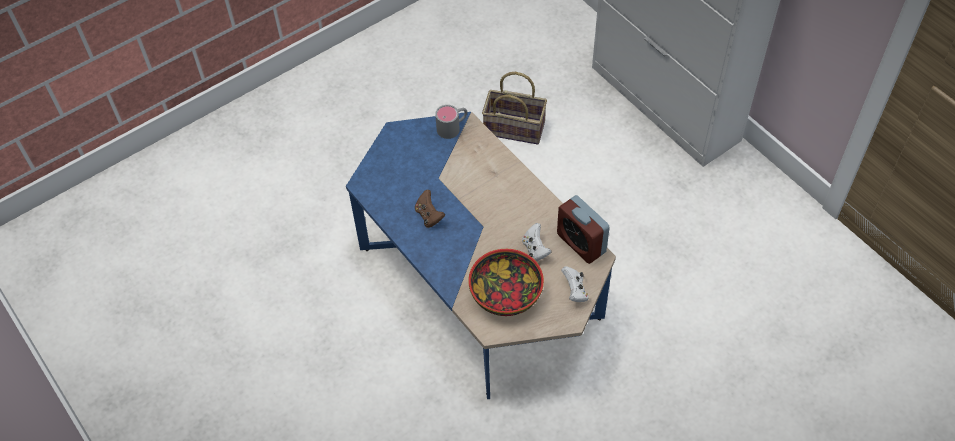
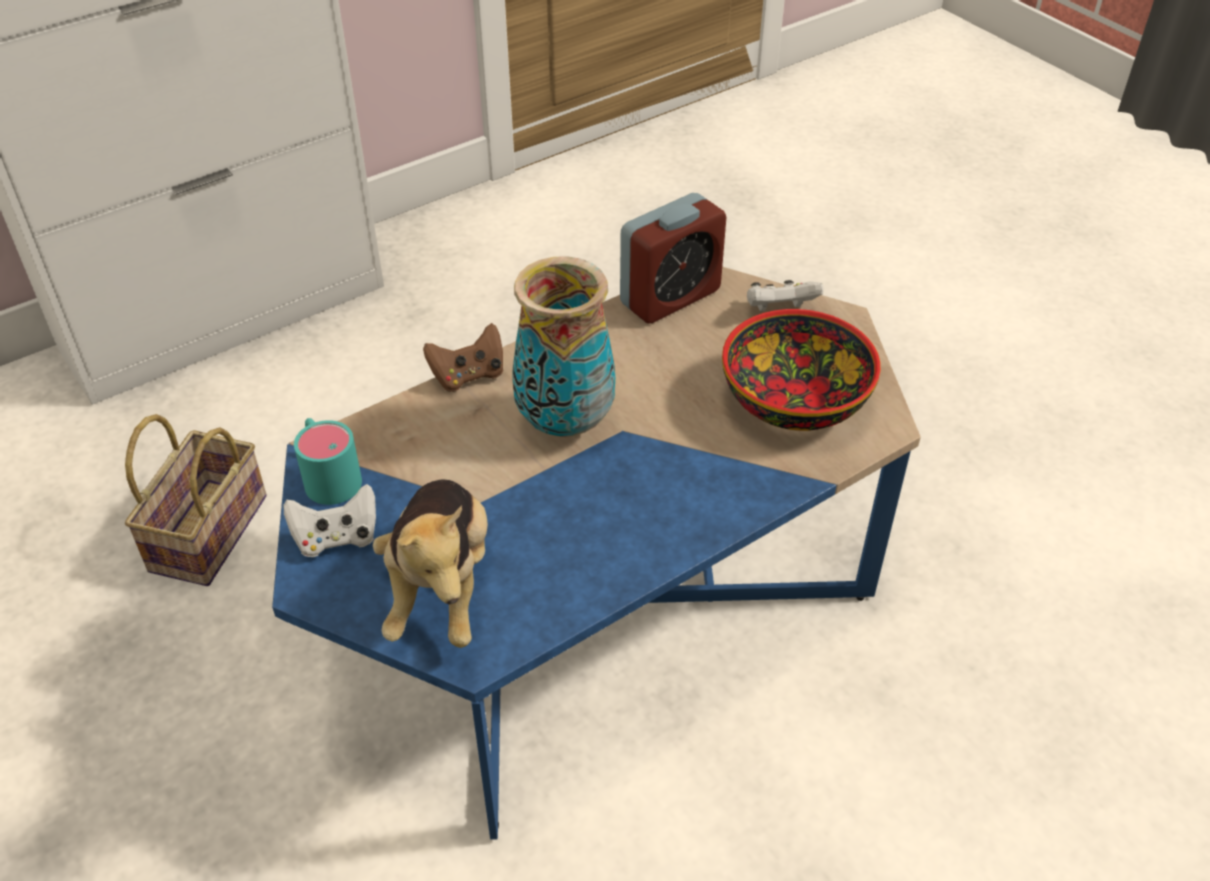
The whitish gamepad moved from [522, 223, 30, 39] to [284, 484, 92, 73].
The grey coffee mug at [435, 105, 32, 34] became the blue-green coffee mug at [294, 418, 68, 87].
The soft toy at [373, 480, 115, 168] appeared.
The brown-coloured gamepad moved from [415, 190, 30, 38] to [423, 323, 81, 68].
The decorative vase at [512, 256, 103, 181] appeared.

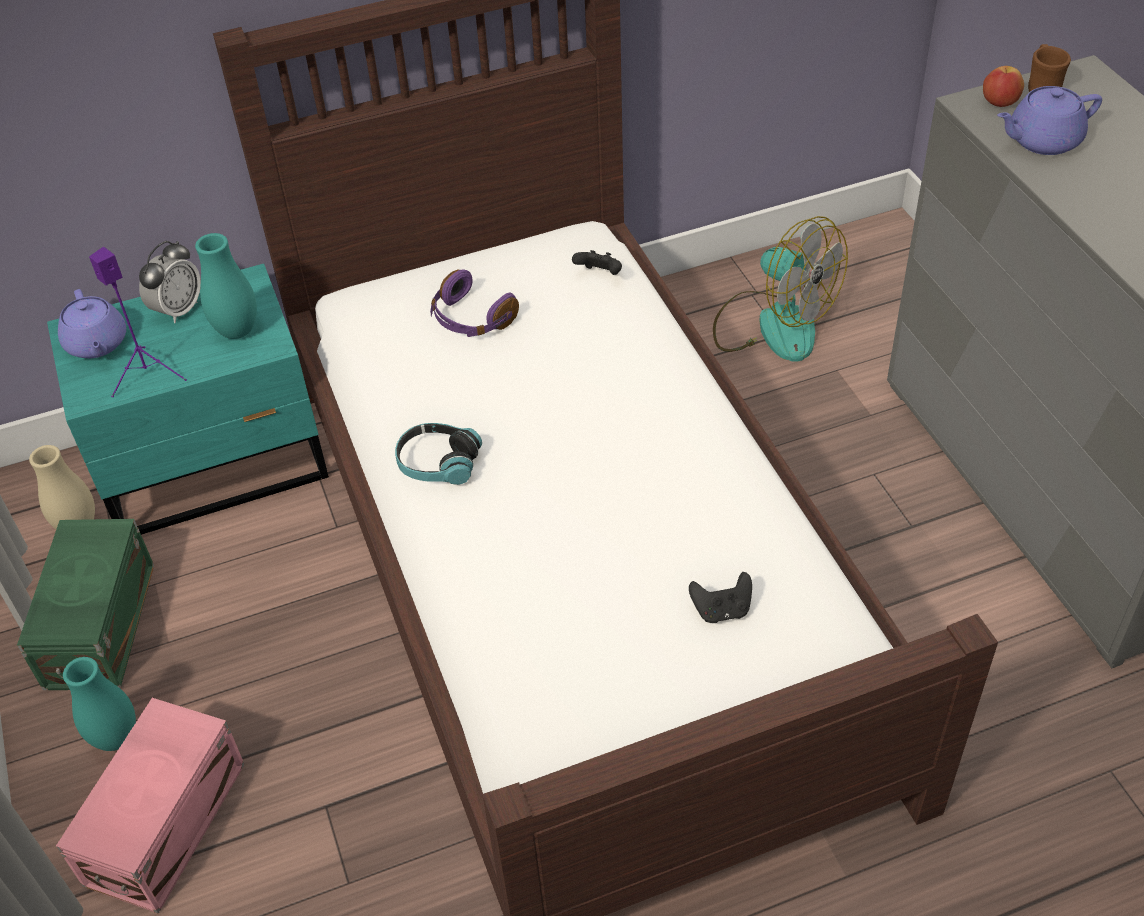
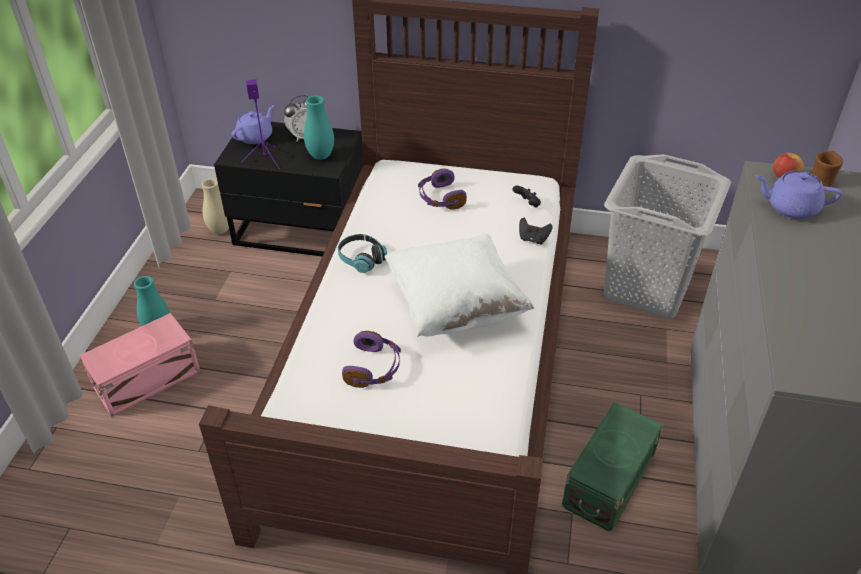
The blue-green bedside table at [47, 264, 282, 271] became the black bedside table at [214, 122, 150, 134].
The purplish teapot at [58, 289, 68, 69] turned 150 degrees counterclockwise.
The purplish headset at [342, 331, 59, 57] appeared.
The whitish throw pillow at [384, 234, 150, 103] appeared.
The black gamepad moved from [689, 572, 63, 51] to [519, 218, 34, 27].
The greenish storage bin moved from [17, 519, 137, 171] to [562, 402, 101, 131].
The fan at [713, 216, 135, 146] was replaced by the grey laundry basket at [604, 154, 127, 164].

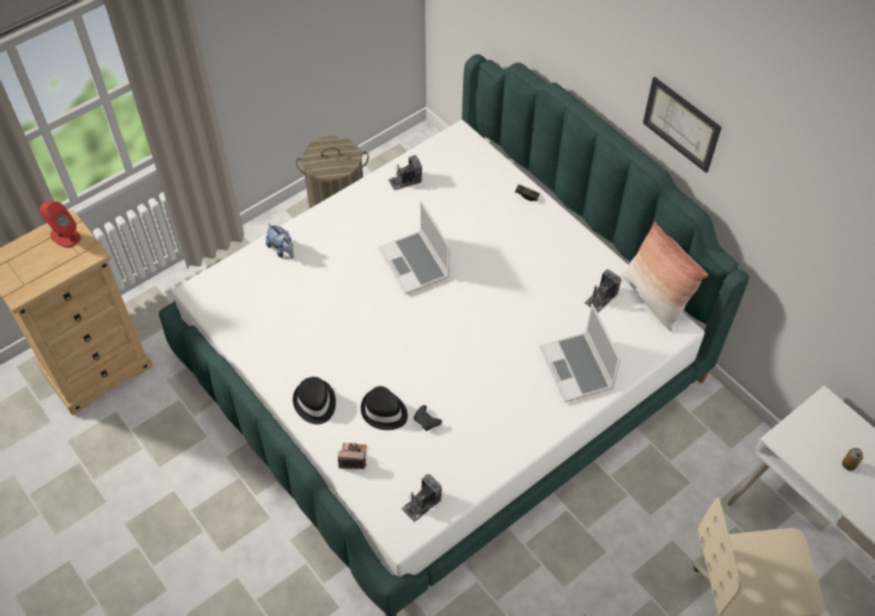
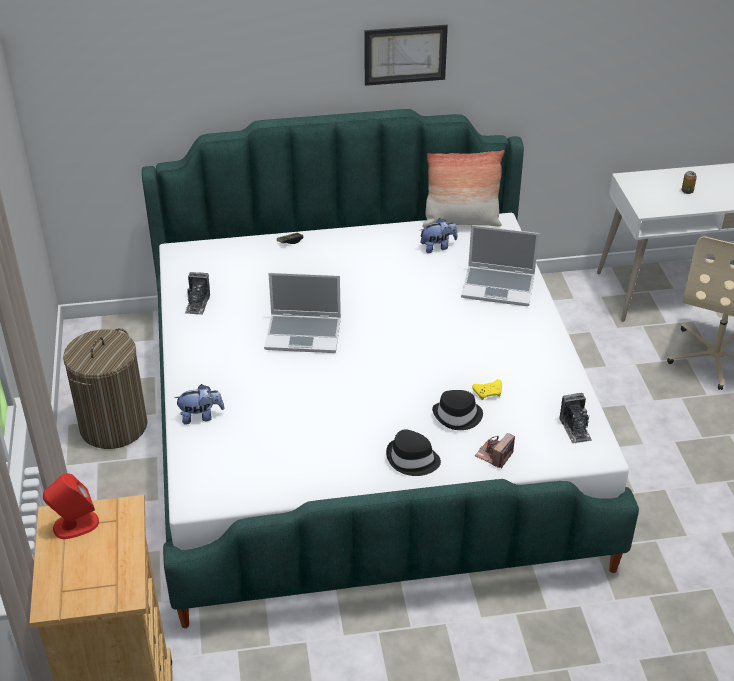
The still camera at [584, 269, 38, 43] was replaced by the soft toy at [420, 218, 37, 35].
The black gamepad at [414, 405, 28, 26] became the yellow-coloured gamepad at [472, 379, 30, 21].

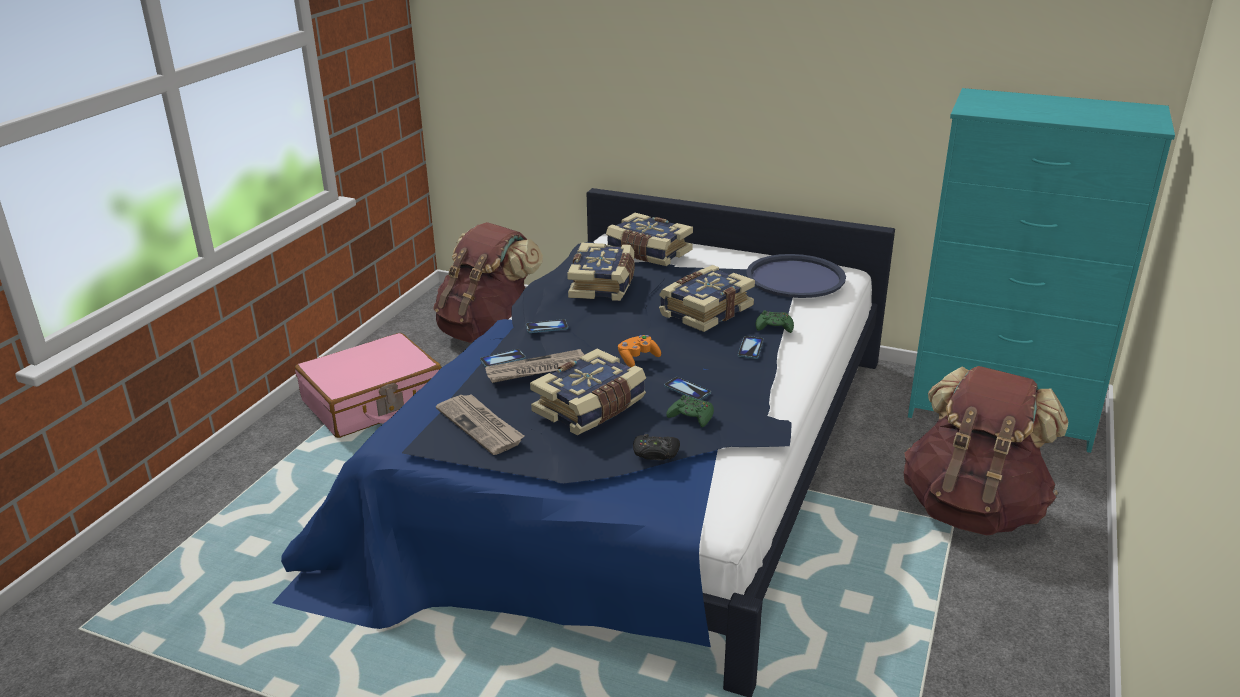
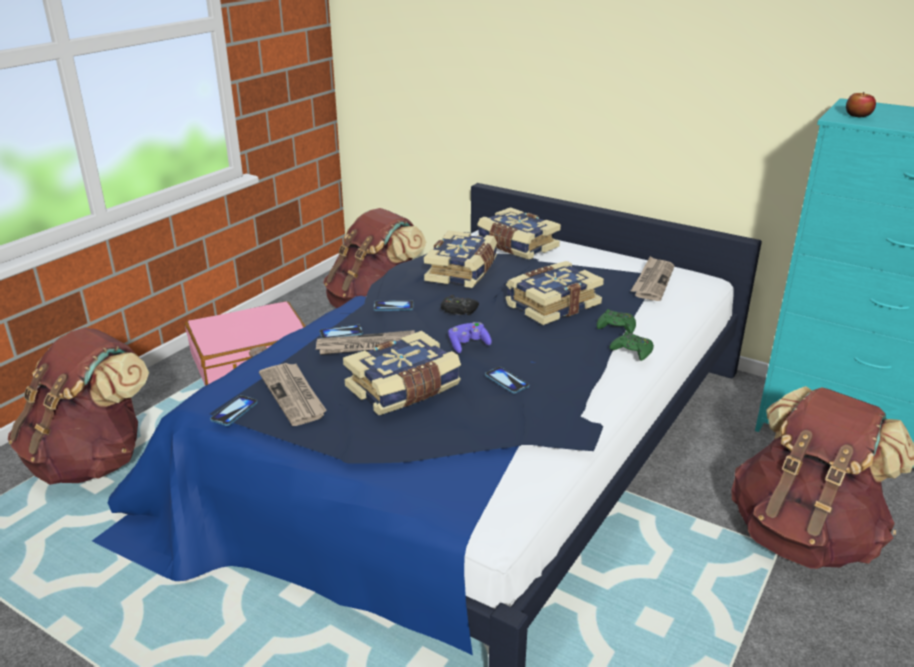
The brown-coloured rucksack at [8, 327, 141, 158] appeared.
The phone moved from [738, 336, 26, 23] to [210, 395, 48, 31].
The black gamepad moved from [633, 434, 47, 26] to [441, 295, 38, 20].
The orangey gamepad at [618, 335, 43, 32] became the purplish gamepad at [448, 322, 44, 31].
The greenish gamepad moved from [666, 395, 48, 32] to [610, 331, 44, 30].
The blue-coloured serving tray at [746, 254, 100, 44] was replaced by the printed paper at [631, 256, 43, 45].
The apple at [846, 92, 30, 25] appeared.

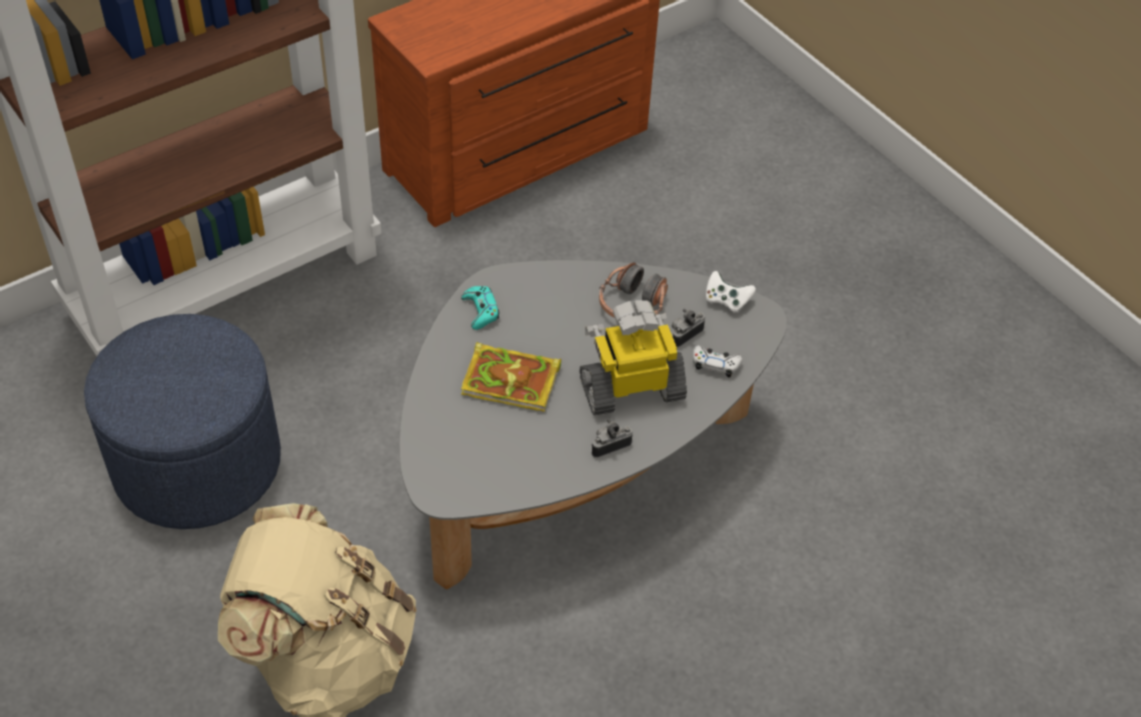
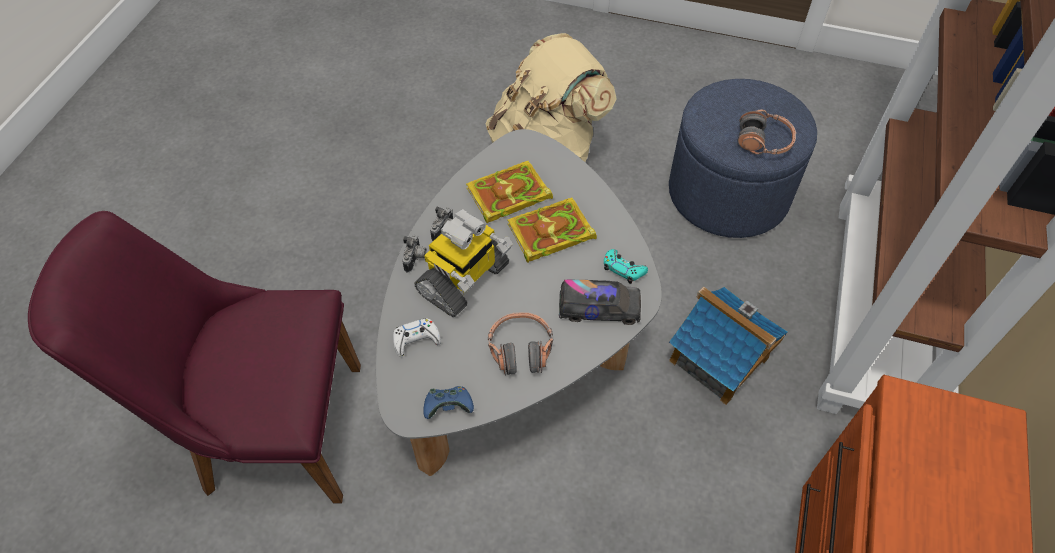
The purplish upright chair at [28, 211, 333, 292] appeared.
The still camera moved from [672, 309, 33, 39] to [402, 235, 25, 37].
The whitish gamepad at [706, 271, 50, 42] became the blue-coloured gamepad at [423, 386, 51, 33].
The book at [466, 161, 87, 62] appeared.
The model truck at [559, 280, 82, 45] appeared.
The model house at [669, 287, 119, 118] appeared.
The headset at [738, 109, 58, 46] appeared.

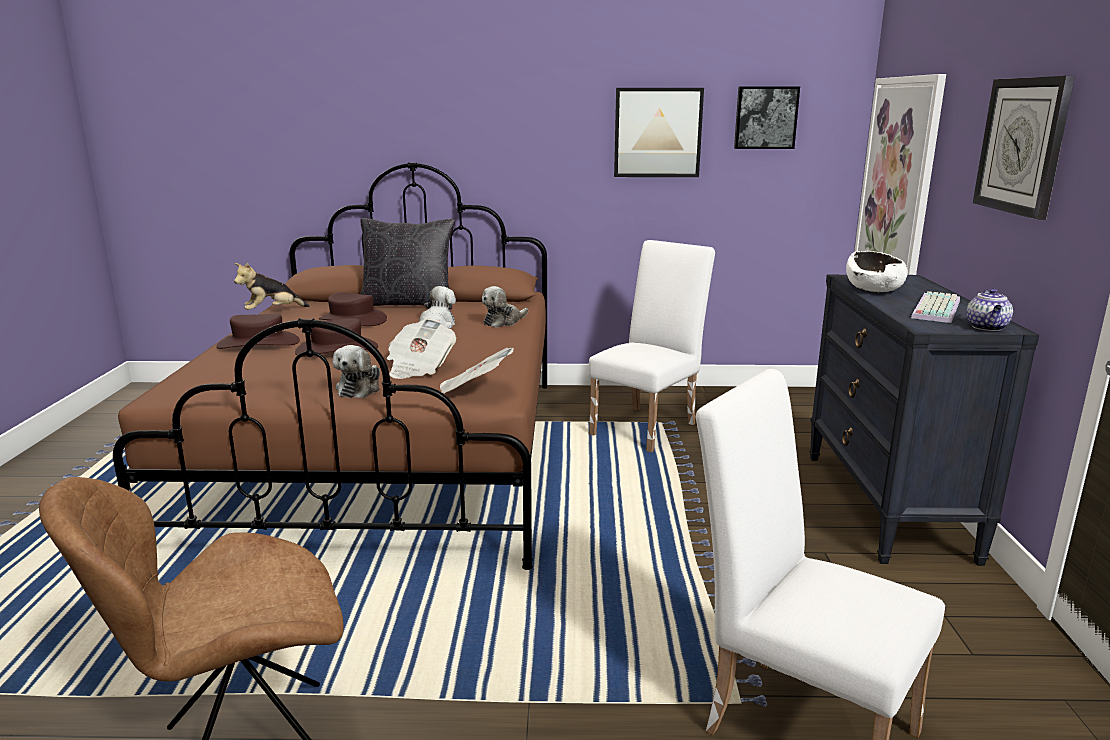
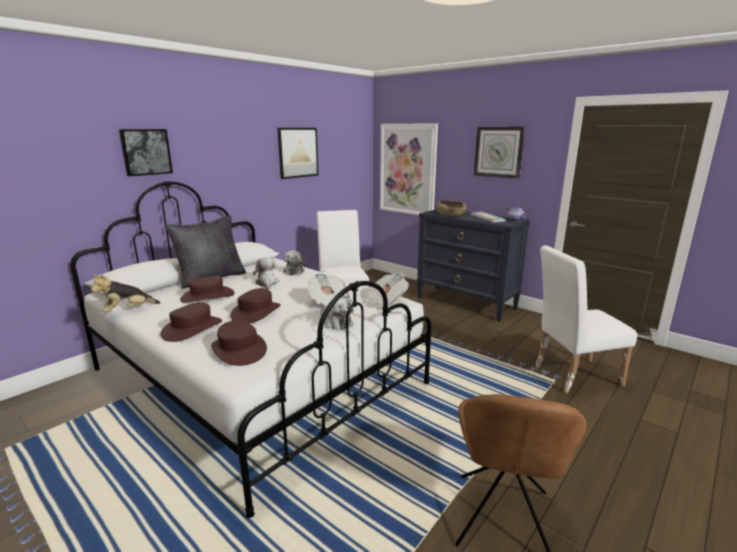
The brown-coloured bedroom bed at [113, 162, 434, 408] became the whitish bedroom bed at [70, 181, 362, 337].
The soft toy at [234, 263, 76, 47] turned 45 degrees clockwise.
The picture moved from [734, 86, 66, 63] to [119, 129, 54, 47].
The brown-coloured wearable hat at [211, 320, 56, 46] appeared.
The whitish bowl at [846, 251, 62, 41] became the brown-coloured bowl at [435, 200, 32, 16].

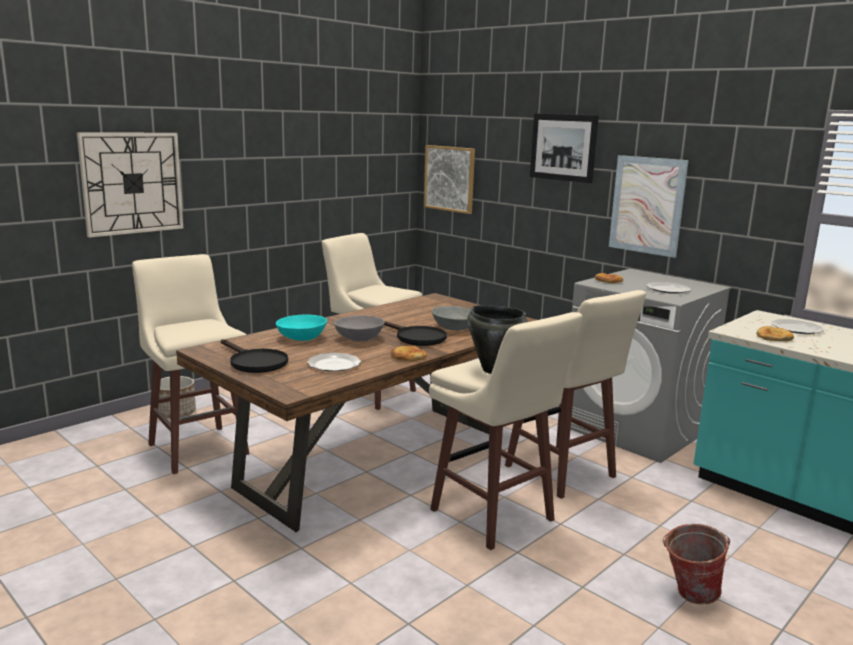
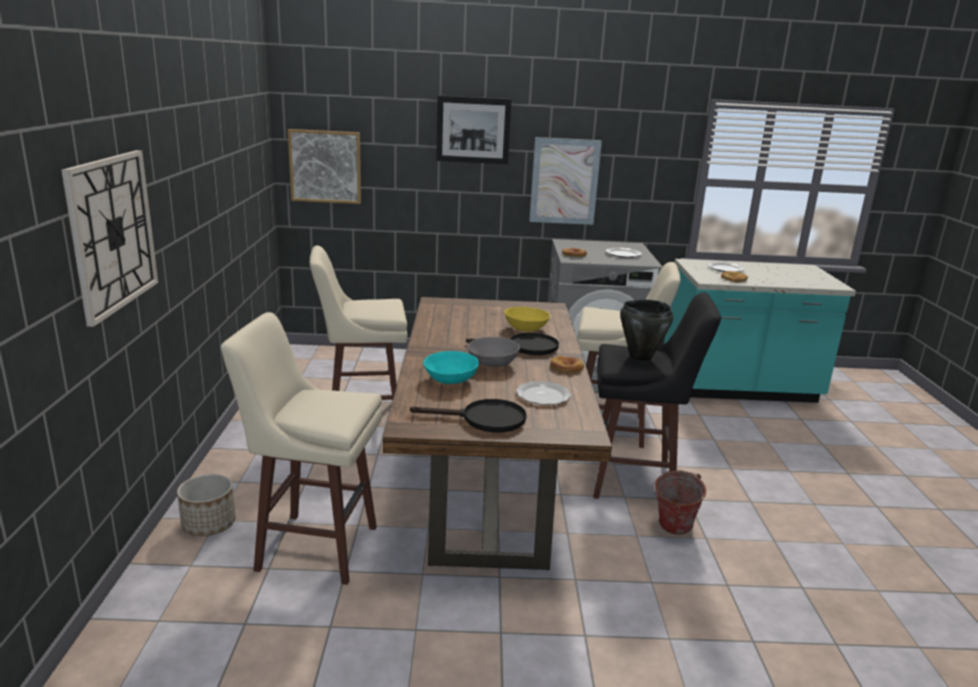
The grey bowl at [432, 306, 39, 25] became the yellow-coloured bowl at [504, 307, 46, 25].
The beige sitting stool at [429, 312, 154, 238] became the black sitting stool at [593, 292, 128, 207].
The bucket moved from [663, 524, 67, 81] to [652, 470, 54, 65].

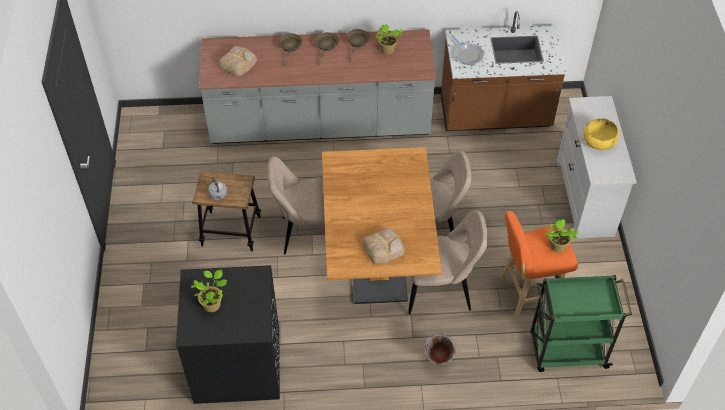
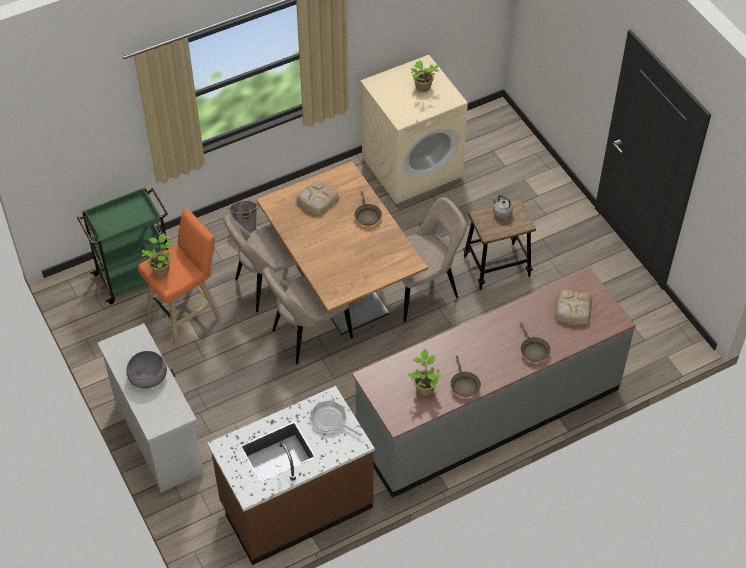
The yellow-coloured bowl at [583, 118, 36, 32] became the grey bowl at [126, 351, 41, 38].
The brown-coloured skillet moved from [315, 32, 24, 33] to [355, 191, 27, 35].
The black laundry appliance at [176, 265, 104, 139] became the beige laundry appliance at [360, 55, 108, 149].

